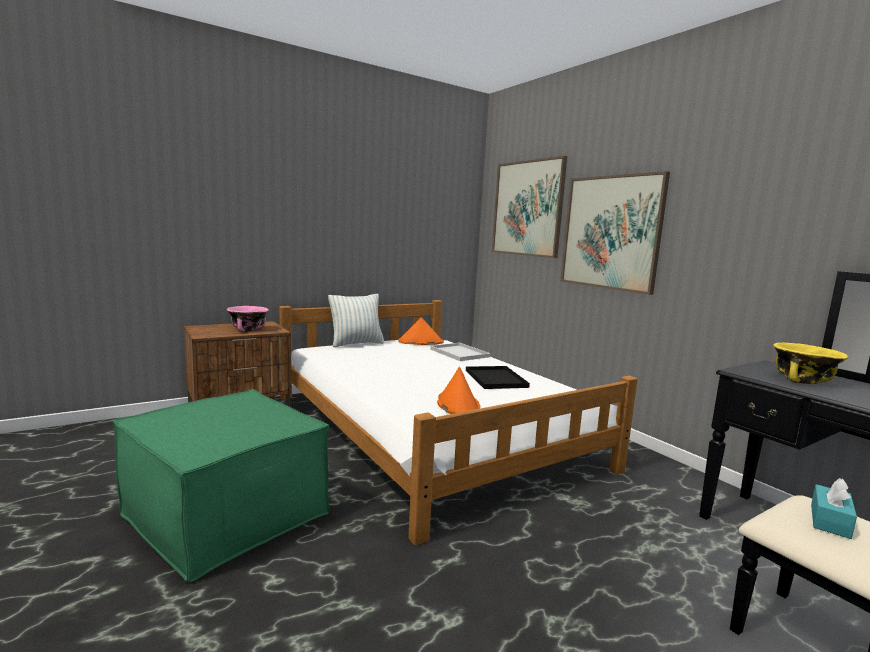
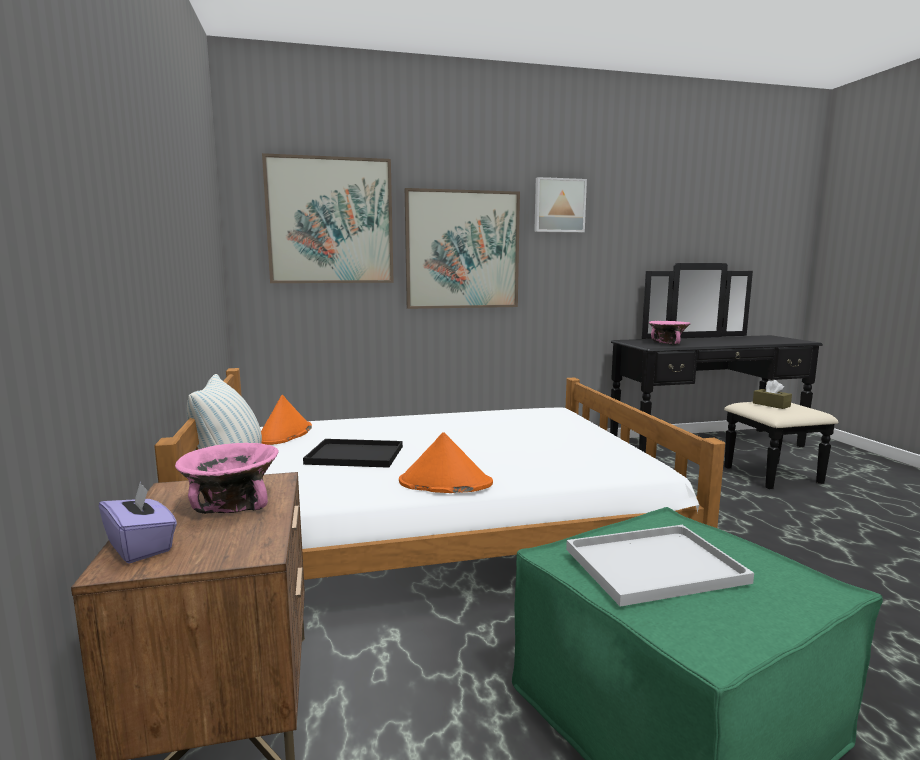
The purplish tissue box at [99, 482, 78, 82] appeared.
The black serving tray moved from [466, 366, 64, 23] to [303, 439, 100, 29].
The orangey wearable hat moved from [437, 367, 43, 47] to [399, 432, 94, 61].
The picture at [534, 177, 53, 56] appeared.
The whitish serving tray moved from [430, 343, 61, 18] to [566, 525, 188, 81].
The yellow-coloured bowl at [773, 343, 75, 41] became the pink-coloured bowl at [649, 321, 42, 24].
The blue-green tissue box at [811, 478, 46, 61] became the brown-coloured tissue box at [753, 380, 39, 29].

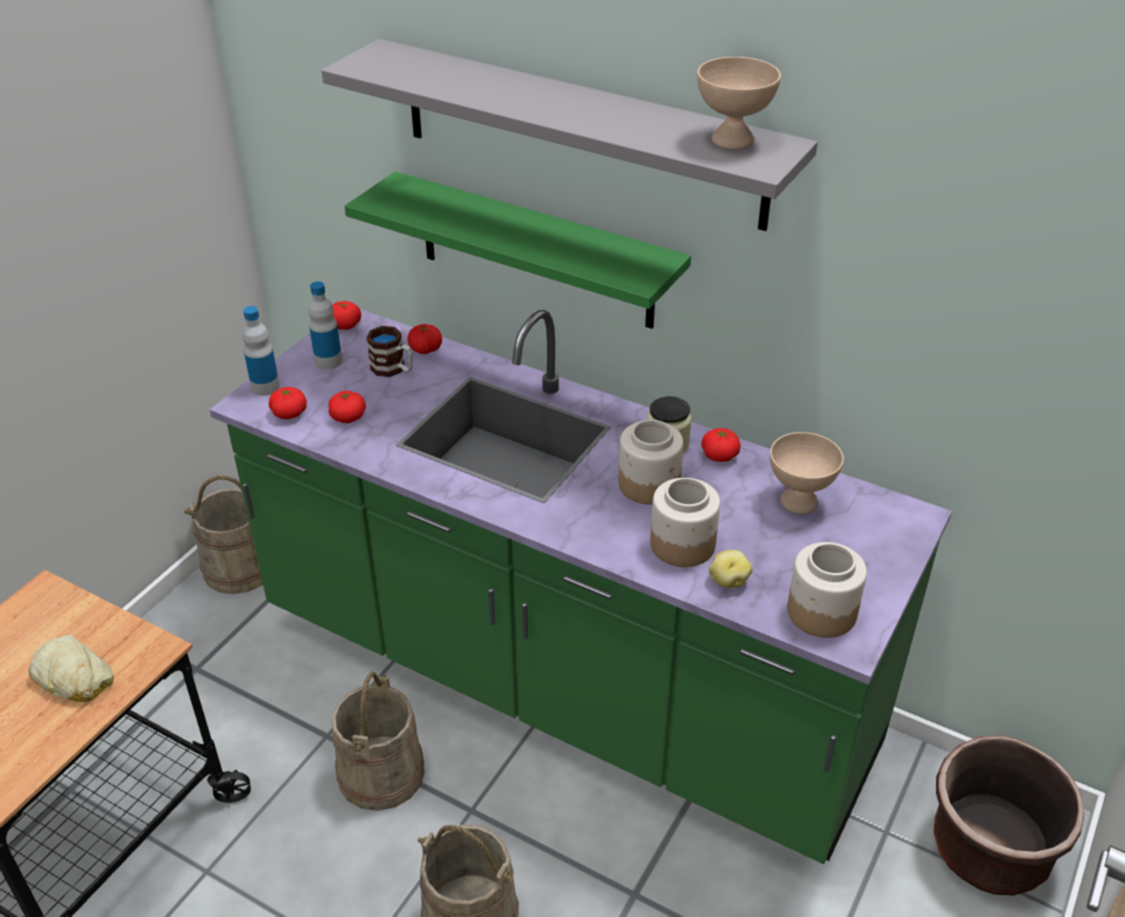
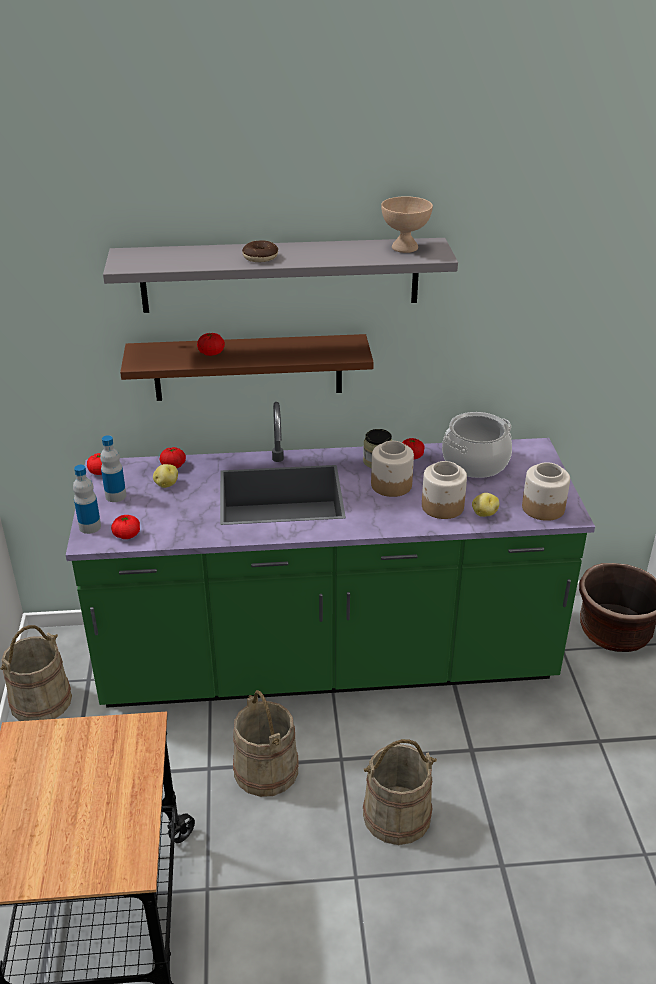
The greenish shelf at [345, 171, 346, 158] became the brown-coloured shelf at [120, 334, 254, 67].
The coffee mug at [366, 326, 47, 51] was replaced by the whole potato at [153, 464, 25, 24].
The tomato moved from [328, 391, 38, 32] to [197, 333, 28, 23].
The donut at [242, 241, 36, 21] appeared.
The beige bowl at [770, 432, 74, 82] was replaced by the saucepot at [442, 412, 70, 66].
The baked bread at [29, 635, 85, 67] disappeared.

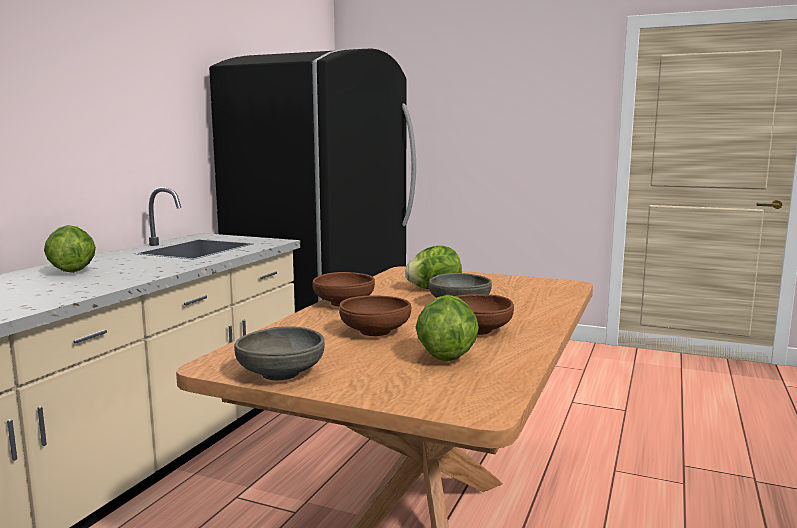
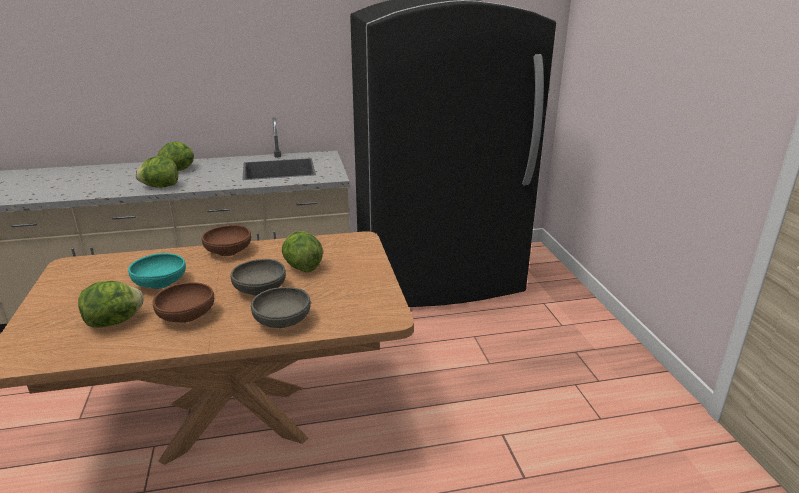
The brown-coloured bowl at [339, 295, 72, 41] became the blue-green bowl at [128, 253, 58, 36].
The lettuce at [135, 156, 43, 31] appeared.
The grey bowl moved from [234, 326, 91, 55] to [251, 287, 60, 41].

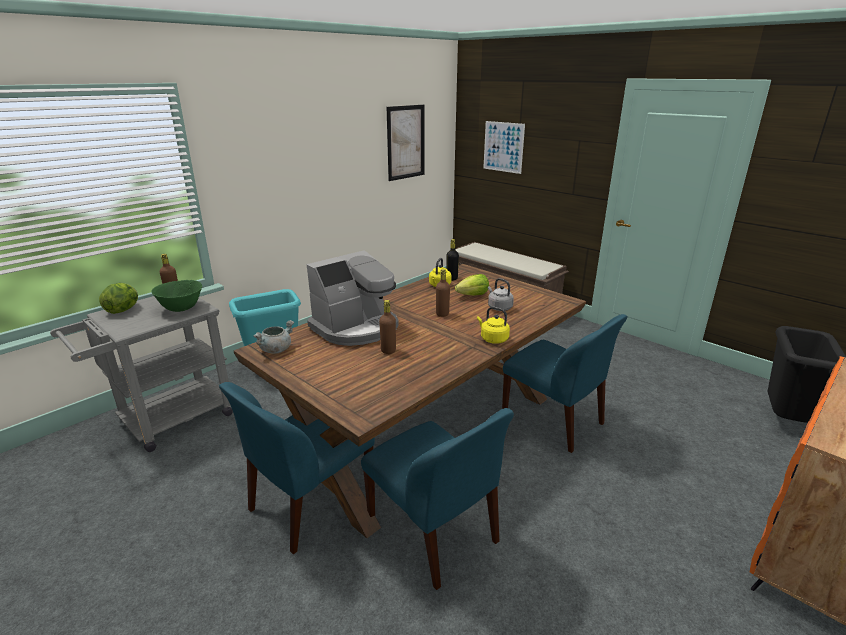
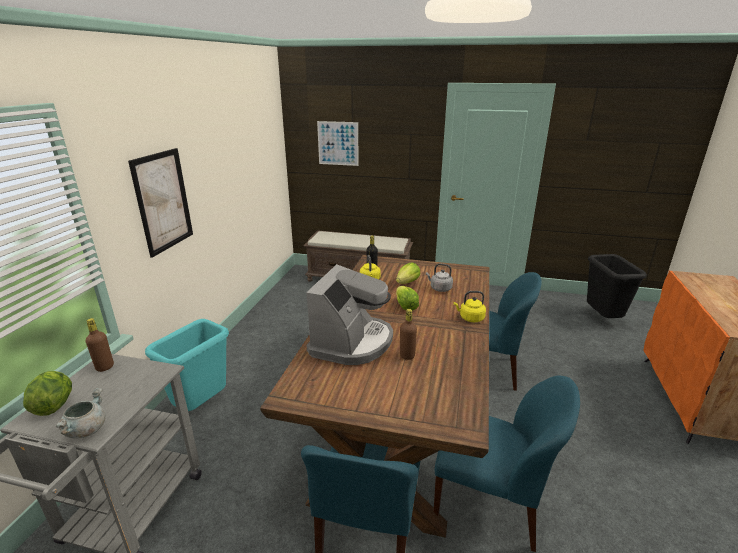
The grey saucepot moved from [254, 320, 40, 34] to [55, 388, 51, 50].
The picture moved from [387, 105, 38, 76] to [128, 148, 65, 110].
The brown-coloured bottle at [436, 269, 14, 48] was replaced by the lettuce at [396, 286, 23, 25].
The greenish bowl at [151, 280, 51, 32] disappeared.

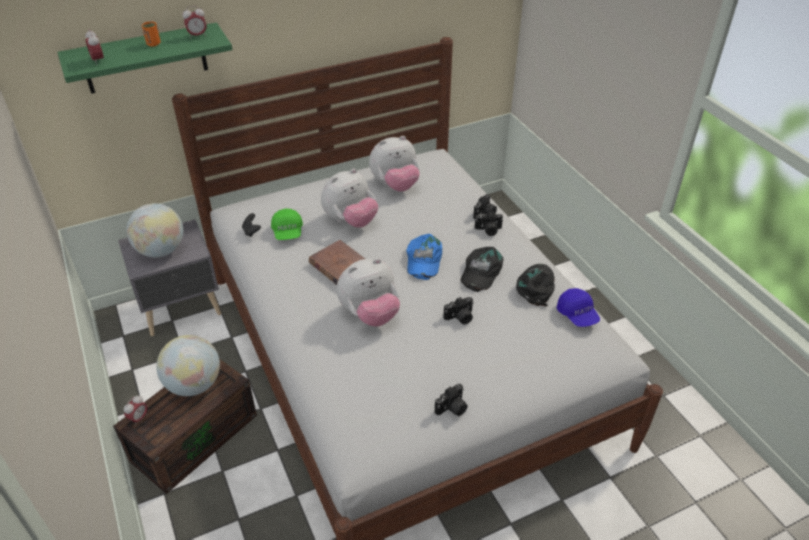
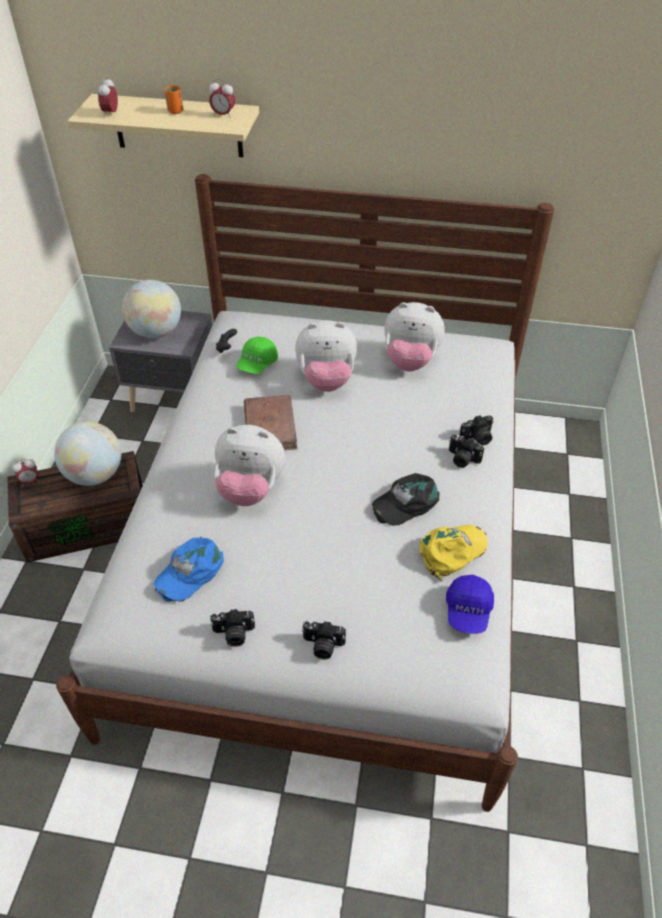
The greenish shelf at [57, 22, 176, 72] became the beige shelf at [68, 94, 191, 63].
The blue-coloured baseball cap moved from [406, 234, 36, 46] to [154, 537, 70, 65].
The still camera moved from [443, 297, 31, 27] to [302, 620, 44, 39].
The black baseball cap at [516, 264, 39, 42] became the yellow-coloured baseball cap at [419, 525, 68, 56].

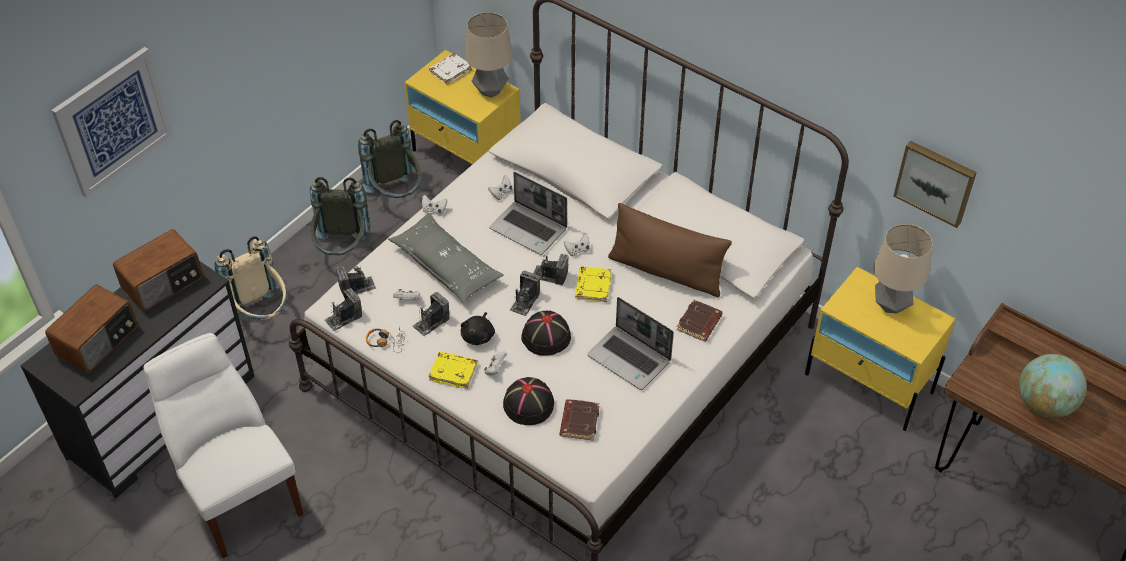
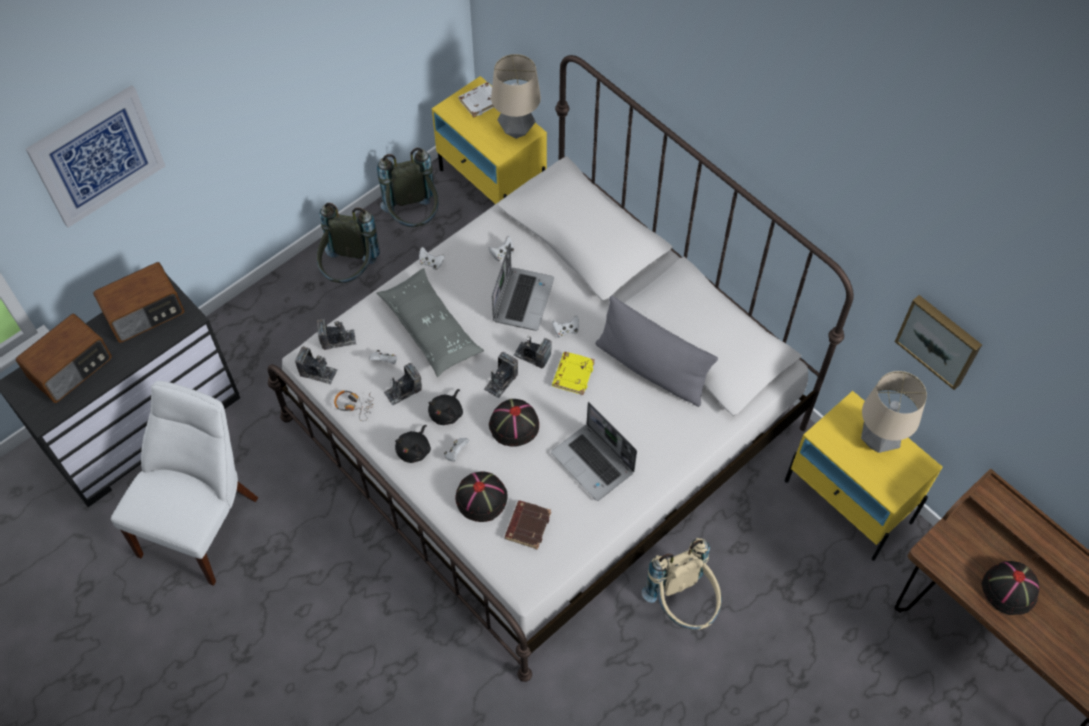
The whitish upright chair at [143, 333, 160, 225] turned 45 degrees clockwise.
The still camera at [324, 288, 38, 43] turned 135 degrees counterclockwise.
The yellow-coloured book at [428, 351, 49, 38] was replaced by the black soft toy at [395, 425, 36, 38].
The notebook computer at [489, 172, 78, 83] turned 120 degrees counterclockwise.
The brown-coloured throw pillow at [608, 203, 124, 94] became the grey throw pillow at [596, 296, 122, 111].
The beige rucksack moved from [214, 236, 74, 84] to [642, 538, 80, 92].
The desk globe at [1019, 354, 68, 64] was replaced by the black wearable hat at [982, 561, 57, 54].
The brown-coloured book at [676, 299, 47, 42] disappeared.

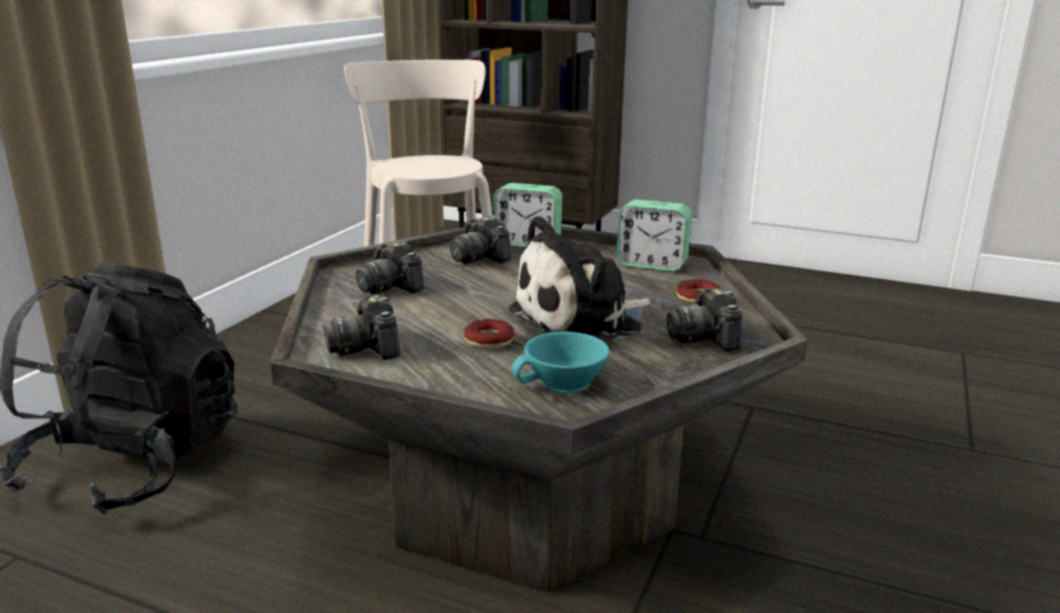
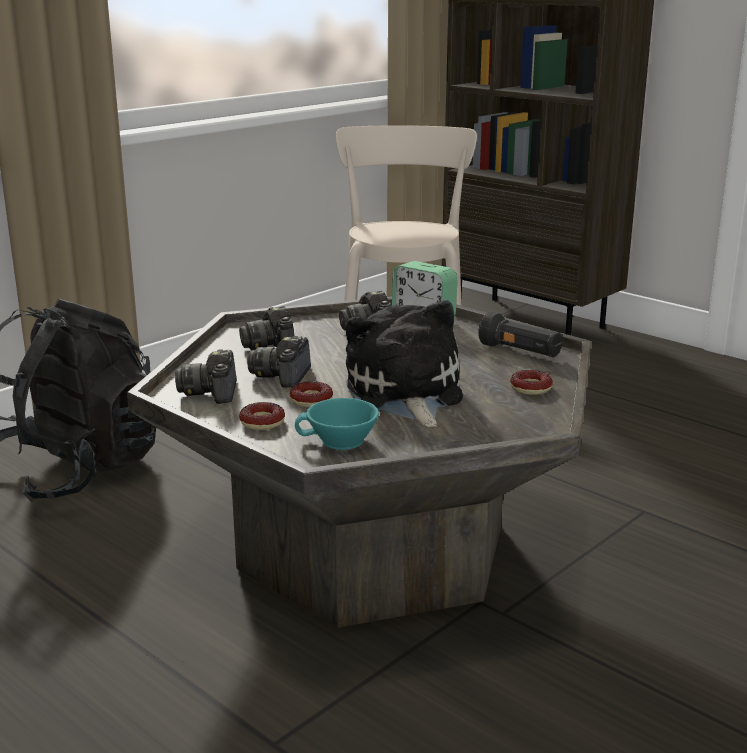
The donut at [239, 402, 46, 28] appeared.
The still camera moved from [667, 288, 75, 64] to [247, 336, 64, 52].
The soft toy at [508, 215, 143, 128] turned 90 degrees clockwise.
The alarm clock at [616, 200, 76, 72] was replaced by the black torch at [478, 312, 85, 46].

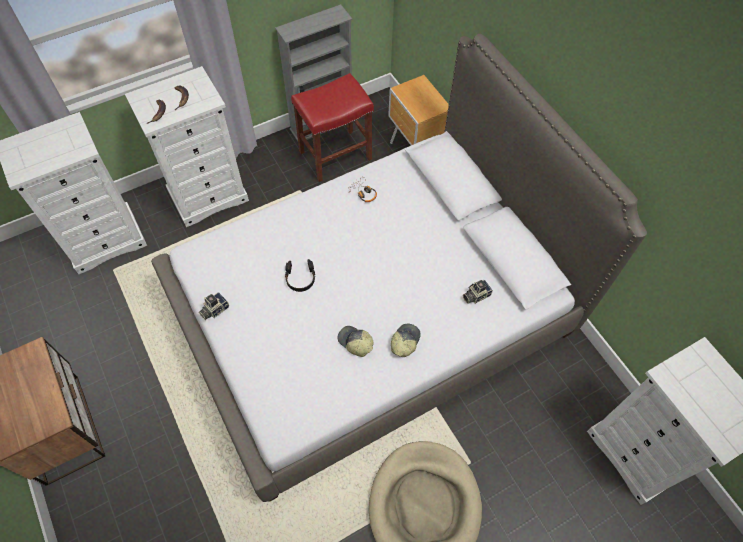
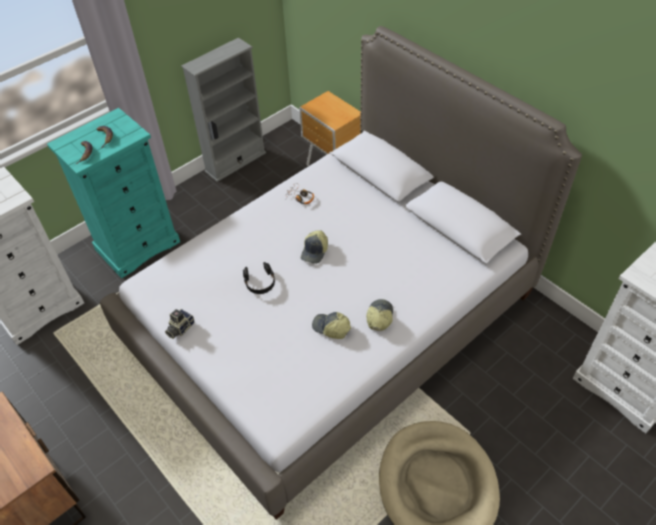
The whitish dresser at [125, 66, 124, 161] became the blue-green dresser at [47, 108, 133, 171].
The baseball cap at [301, 230, 27, 34] appeared.
The red sitting stool at [291, 73, 83, 109] disappeared.
The still camera at [463, 280, 30, 24] disappeared.

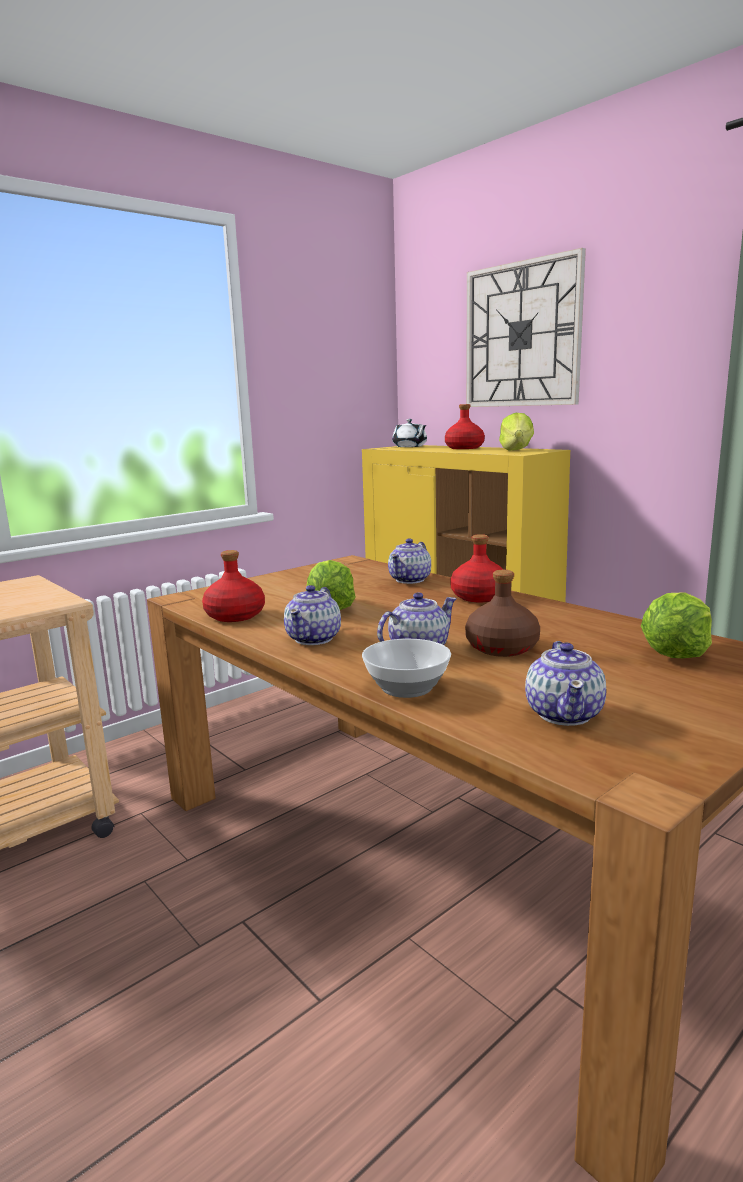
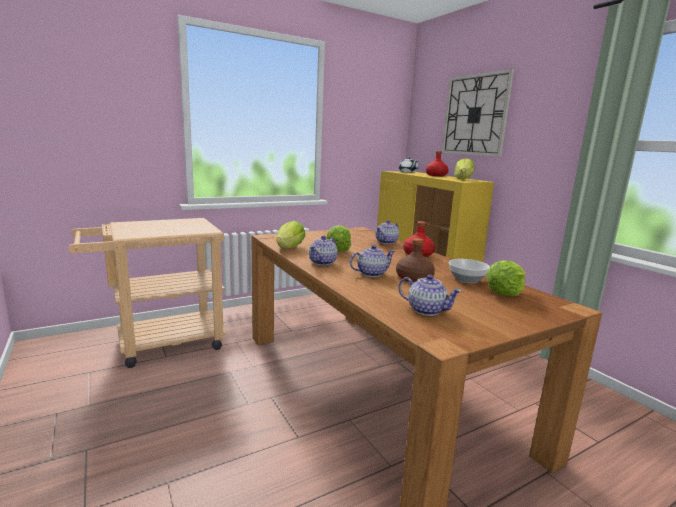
The red bottle at [202, 550, 63, 72] was replaced by the lettuce at [276, 221, 29, 27].
The teapot at [525, 641, 81, 85] turned 75 degrees counterclockwise.
The bowl moved from [362, 639, 89, 59] to [449, 259, 41, 25].

